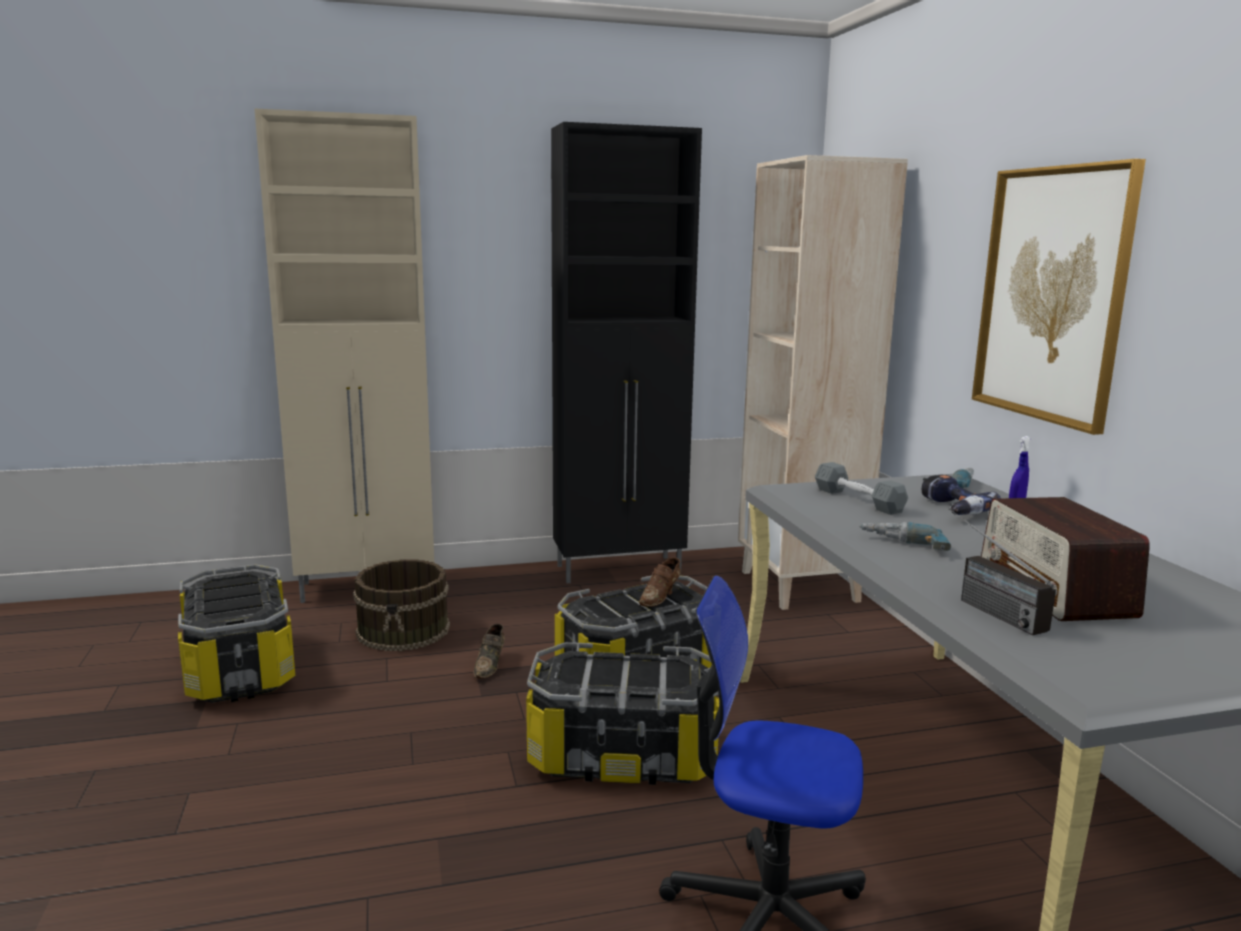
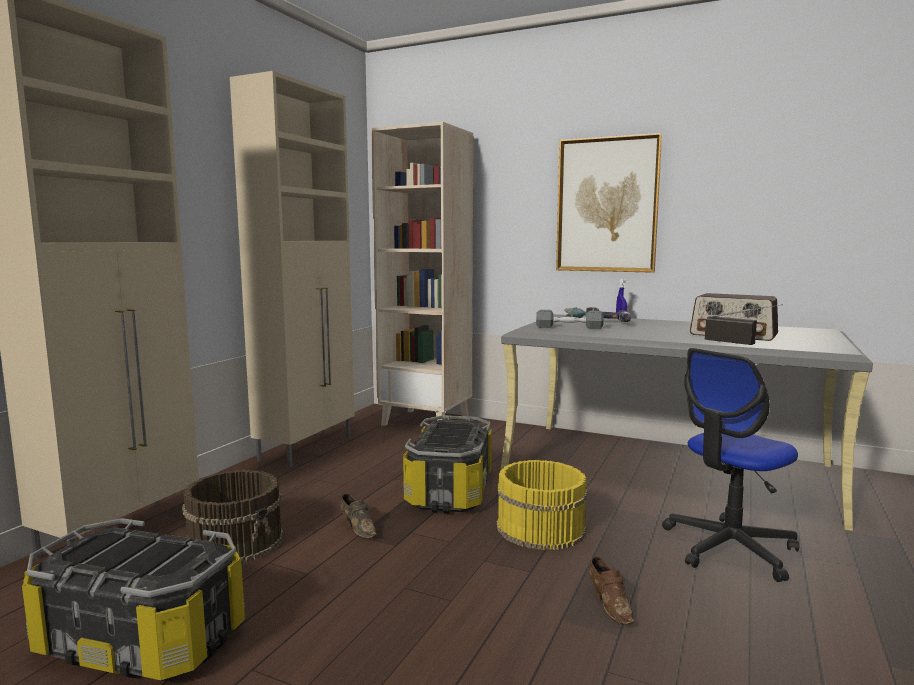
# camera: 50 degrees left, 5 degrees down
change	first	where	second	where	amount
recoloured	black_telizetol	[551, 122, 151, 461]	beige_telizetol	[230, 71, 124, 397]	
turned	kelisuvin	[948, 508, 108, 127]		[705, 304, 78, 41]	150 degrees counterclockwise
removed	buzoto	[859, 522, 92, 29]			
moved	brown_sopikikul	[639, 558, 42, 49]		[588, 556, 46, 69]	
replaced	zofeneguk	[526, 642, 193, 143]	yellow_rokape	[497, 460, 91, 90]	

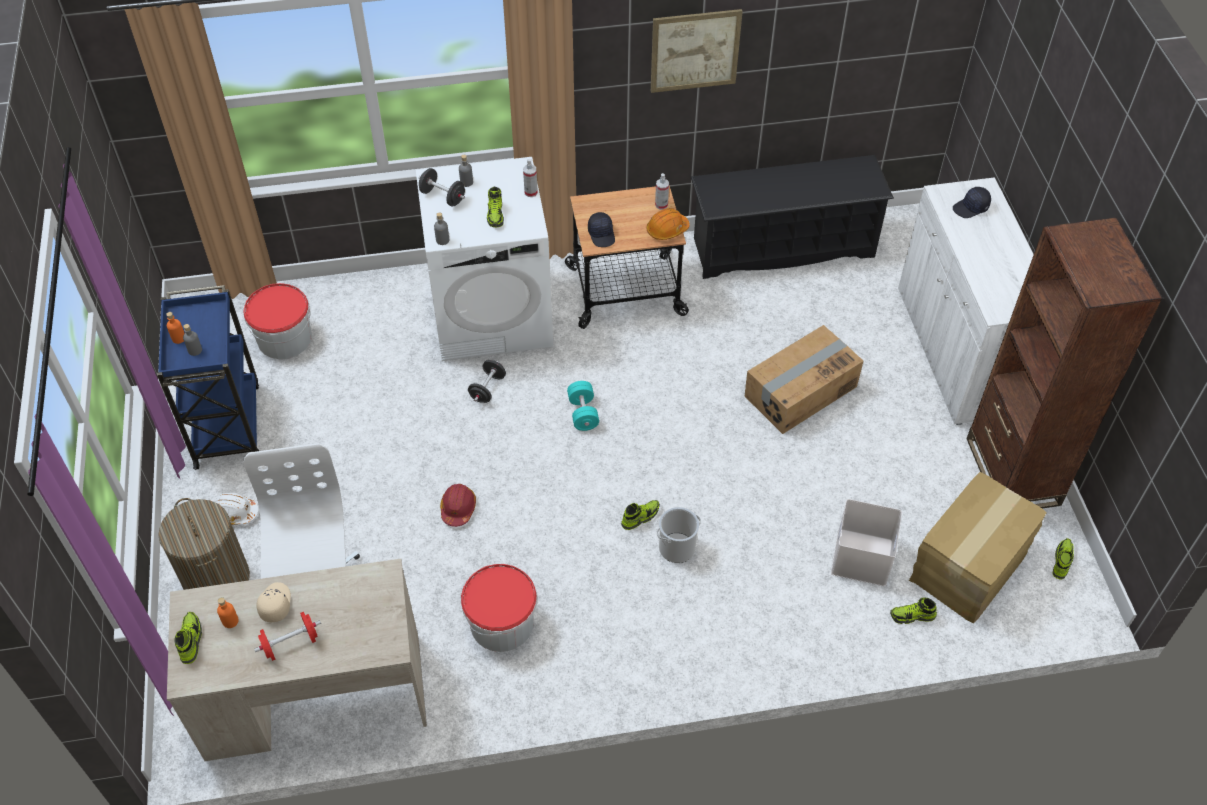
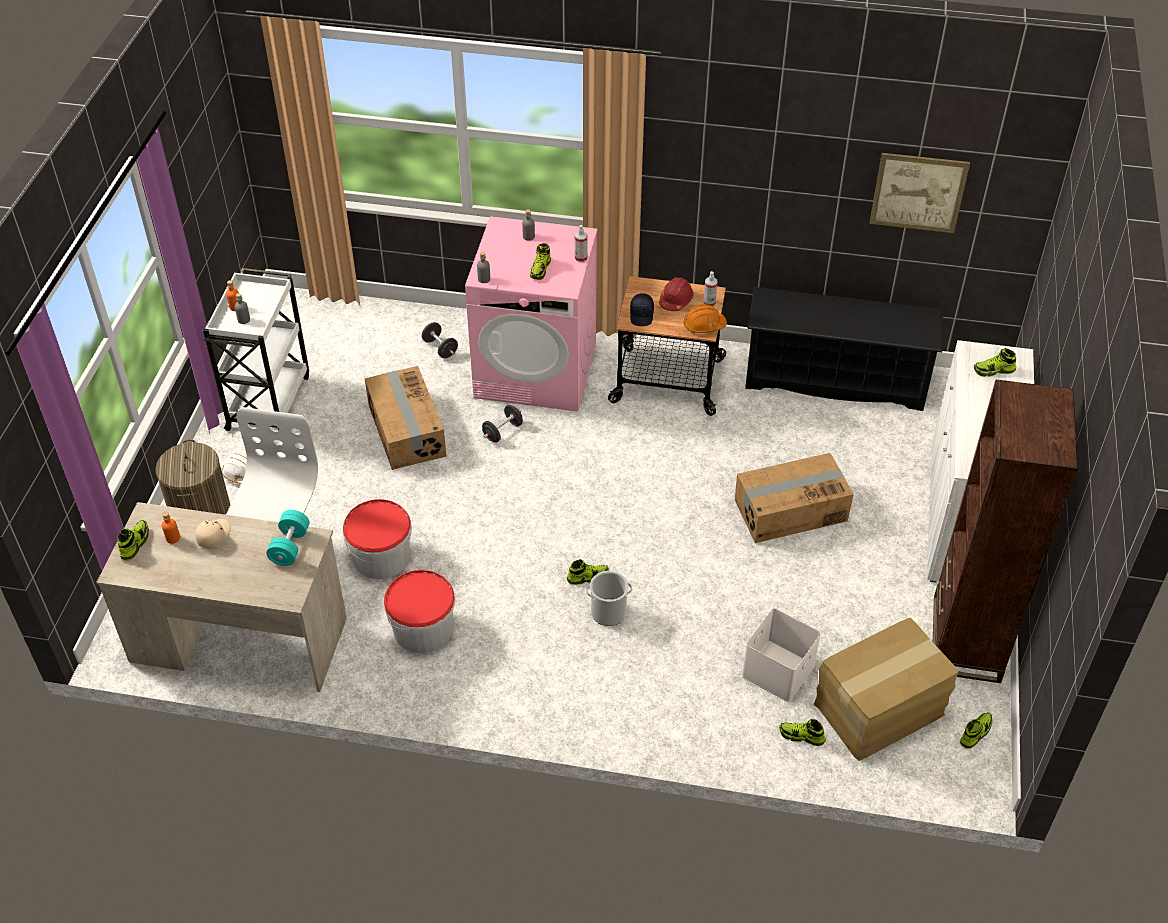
# camera: 20 degrees right, 5 degrees down
change	first	where	second	where	amount
moved	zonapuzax	[651, 9, 92, 84]		[870, 153, 100, 80]	
recoloured	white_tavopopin	[416, 157, 137, 204]	pink_tavopopin	[465, 216, 132, 196]	
moved	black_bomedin	[419, 168, 46, 39]		[422, 322, 36, 36]	
replaced	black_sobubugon	[953, 187, 38, 31]	sopikikul	[974, 348, 42, 29]	
moved	rokape	[243, 283, 69, 76]		[343, 499, 69, 80]	
recoloured	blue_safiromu	[157, 285, 102, 185]	white_safiromu	[203, 268, 106, 163]	
moved	turquoise_bomedin	[567, 381, 32, 50]		[266, 510, 44, 56]	
moved	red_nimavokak	[440, 484, 36, 43]		[659, 277, 35, 34]	
removed	red_bomedin	[254, 612, 67, 49]			
added			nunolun	[365, 366, 81, 104]	

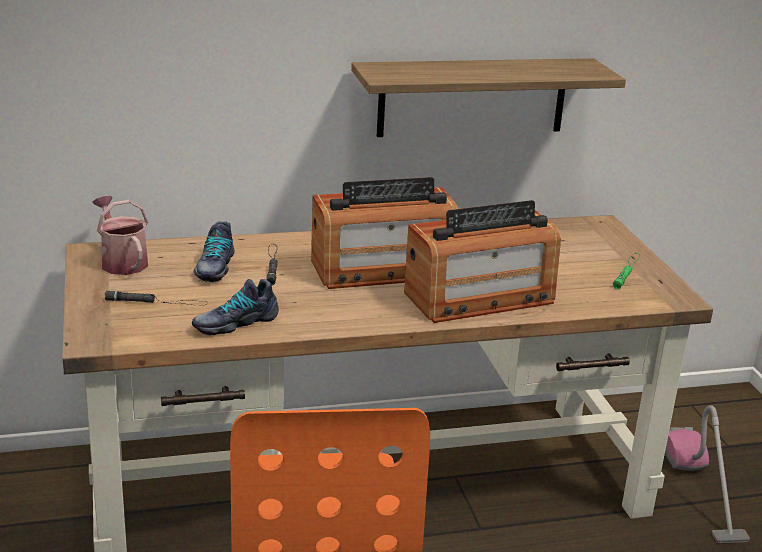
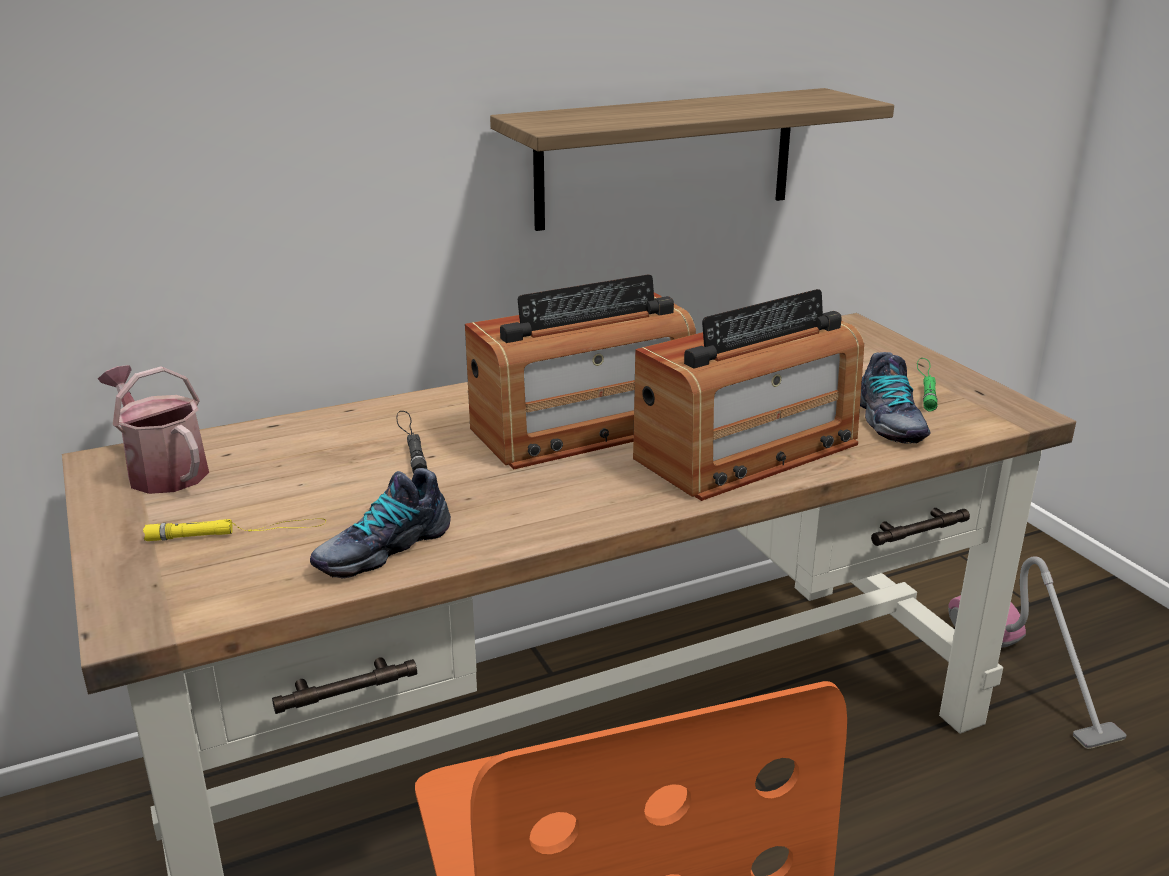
# camera: 10 degrees left, 0 degrees up
change	first	where	second	where	amount
moved	sopikikul	[193, 221, 42, 61]		[860, 352, 71, 92]	
recoloured	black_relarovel	[105, 291, 103, 15]	yellow_relarovel	[143, 518, 183, 23]	

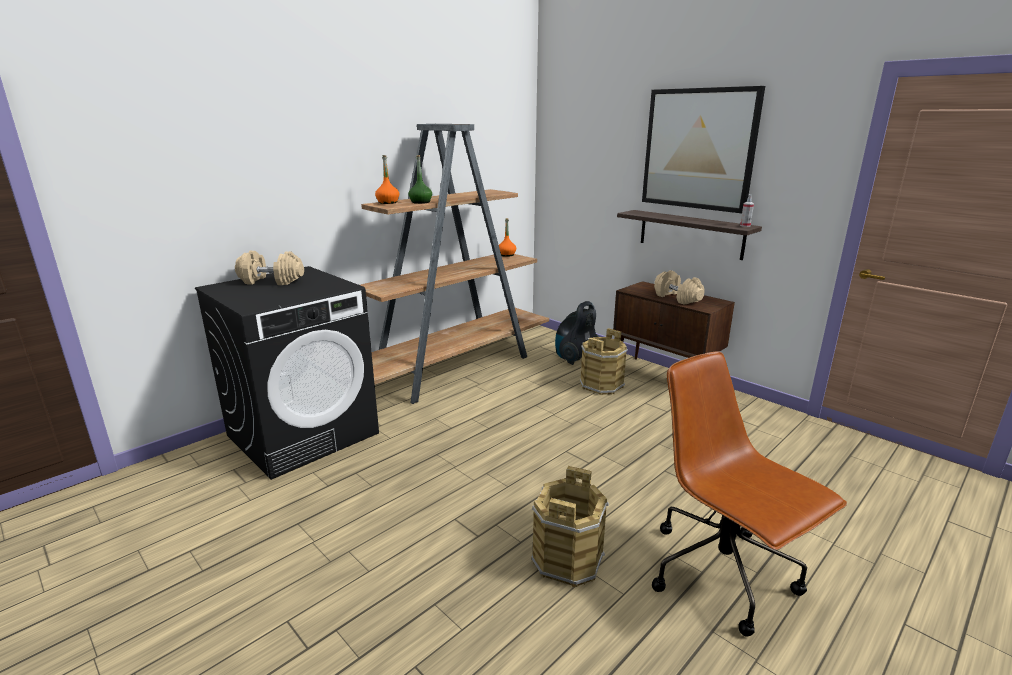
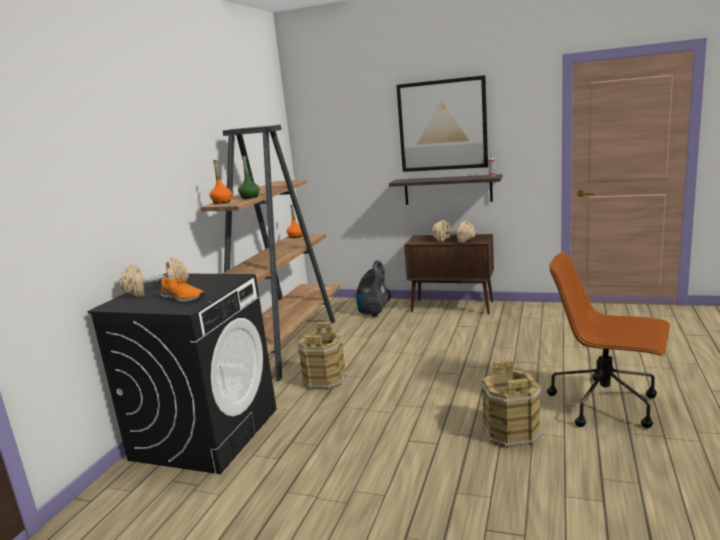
# camera: 25 degrees left, 5 degrees down
change	first	where	second	where	amount
moved	brown_rokape	[580, 328, 48, 67]		[297, 322, 49, 68]	
added			orange_sopikikul	[160, 277, 45, 26]	

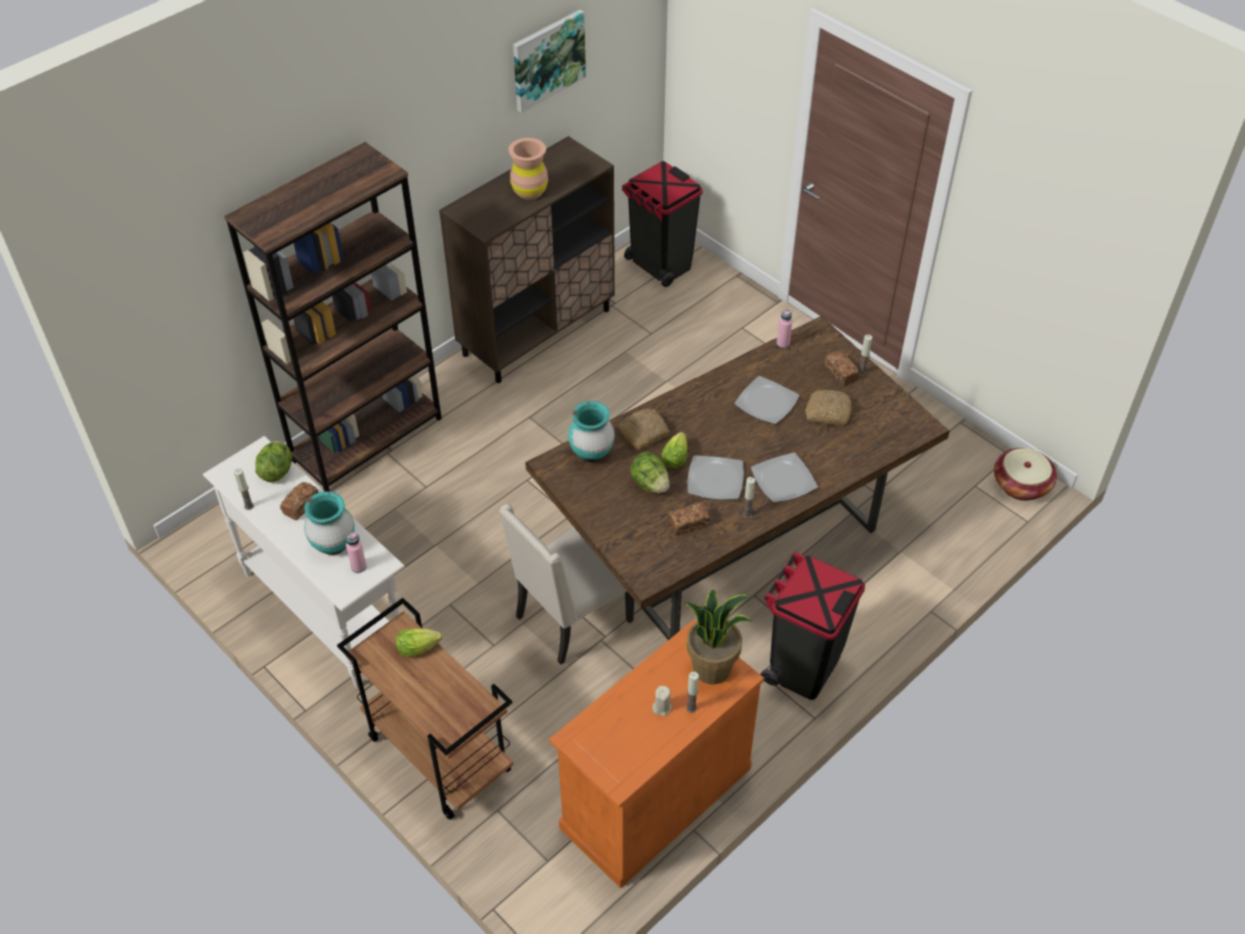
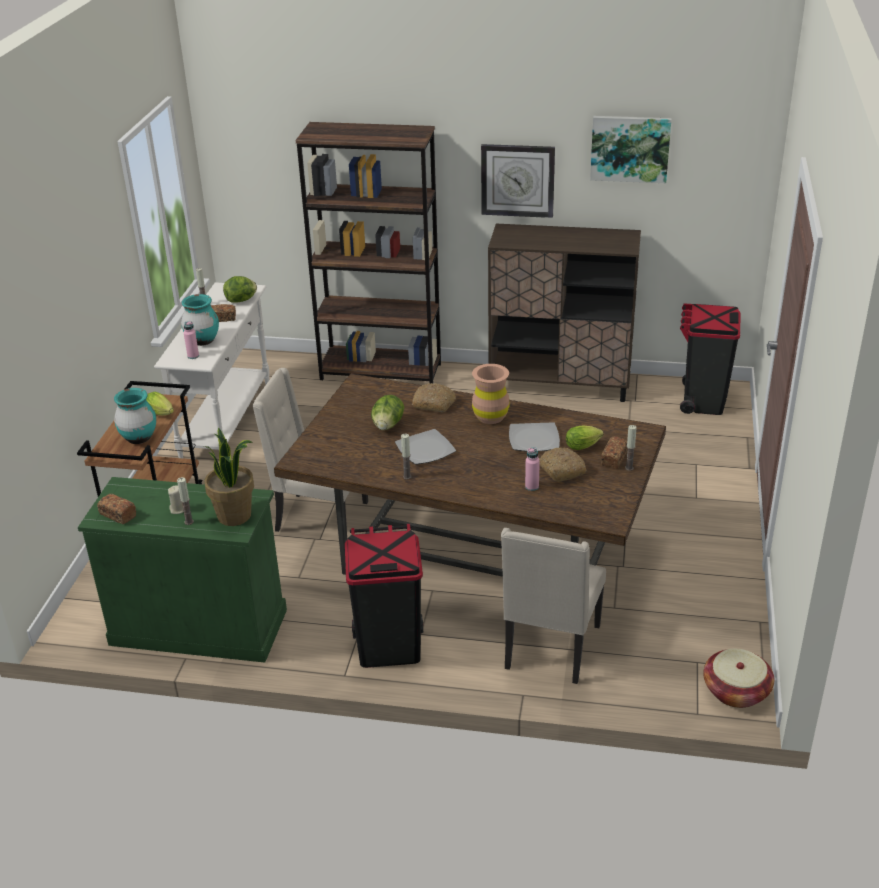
# camera: 55 degrees right, 15 degrees down
change	first	where	second	where	amount
moved	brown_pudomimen	[508, 138, 40, 62]		[472, 364, 38, 60]	
moved	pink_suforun	[777, 309, 16, 39]		[525, 447, 15, 44]	
moved	turquoise_pudomimen	[568, 401, 47, 61]		[114, 388, 42, 56]	
moved	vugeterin	[661, 432, 27, 36]		[566, 426, 38, 24]	
removed	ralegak	[751, 453, 67, 50]			
moved	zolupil	[669, 503, 41, 32]		[97, 494, 39, 30]	
recoloured	orange_telizetol	[549, 620, 215, 268]	green_telizetol	[78, 477, 209, 186]	
added			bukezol	[481, 144, 74, 74]	
added			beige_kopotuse	[501, 528, 105, 156]	

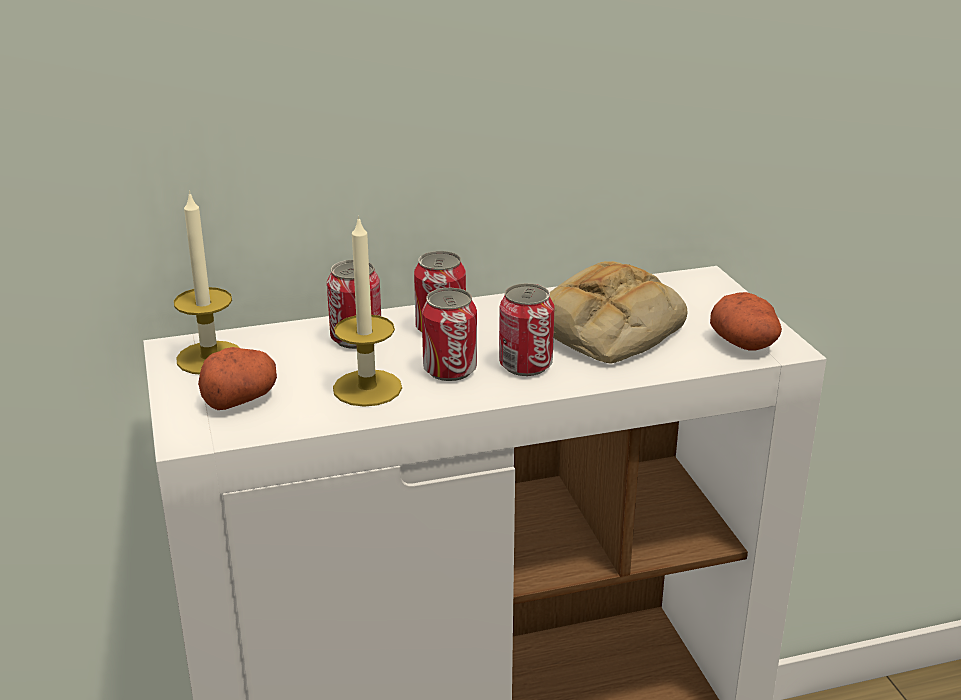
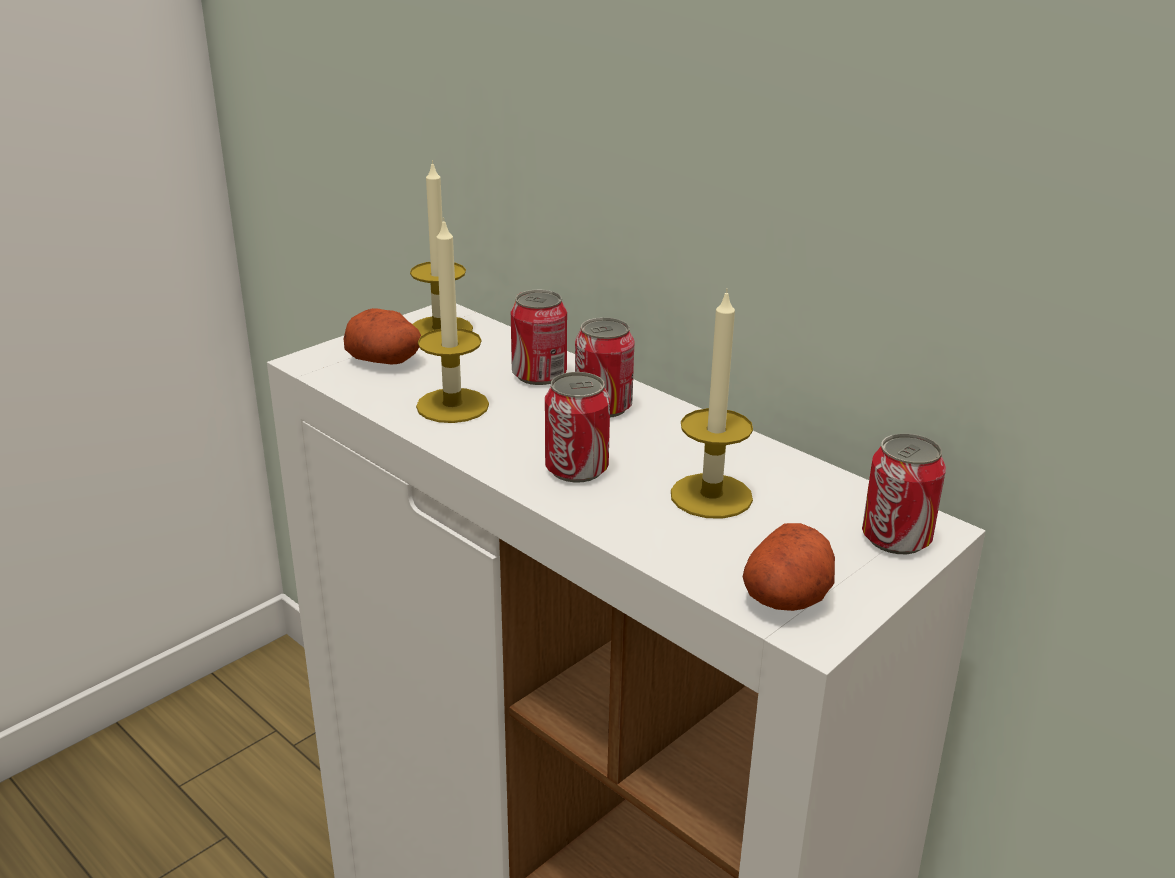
# camera: 60 degrees right, 0 degrees up
change	first	where	second	where	amount
replaced	zolupil	[550, 261, 137, 103]	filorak	[671, 288, 82, 231]	
moved	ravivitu	[422, 288, 55, 93]		[862, 433, 84, 121]	

